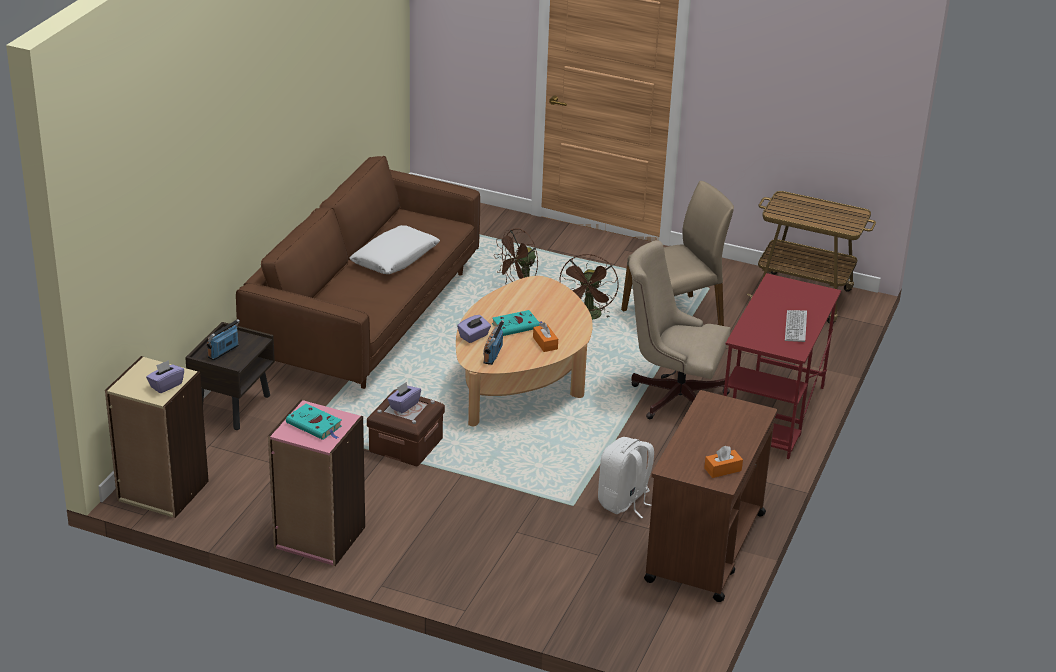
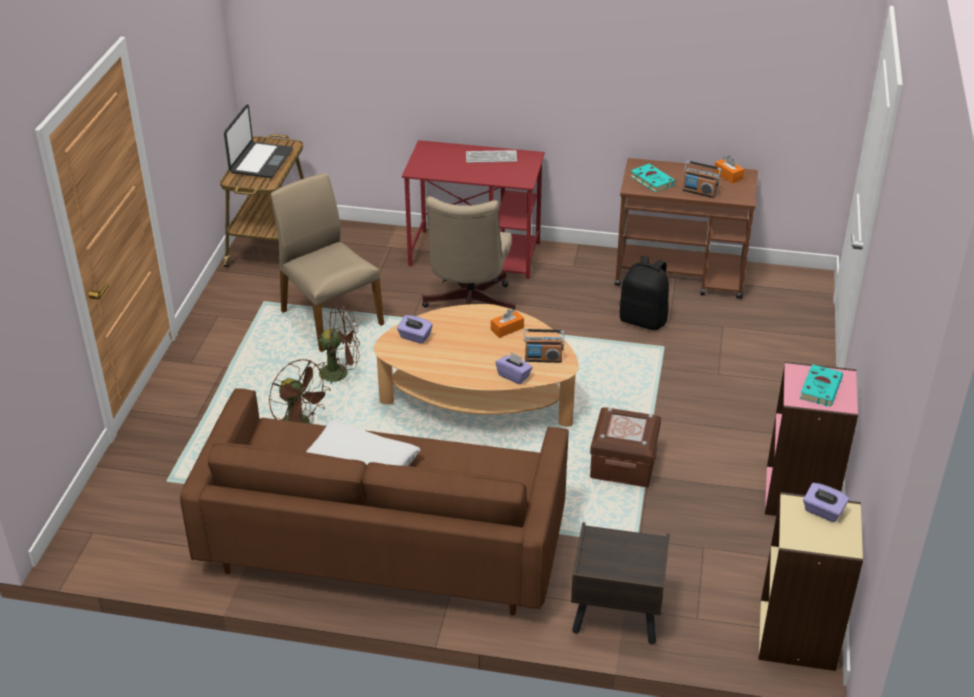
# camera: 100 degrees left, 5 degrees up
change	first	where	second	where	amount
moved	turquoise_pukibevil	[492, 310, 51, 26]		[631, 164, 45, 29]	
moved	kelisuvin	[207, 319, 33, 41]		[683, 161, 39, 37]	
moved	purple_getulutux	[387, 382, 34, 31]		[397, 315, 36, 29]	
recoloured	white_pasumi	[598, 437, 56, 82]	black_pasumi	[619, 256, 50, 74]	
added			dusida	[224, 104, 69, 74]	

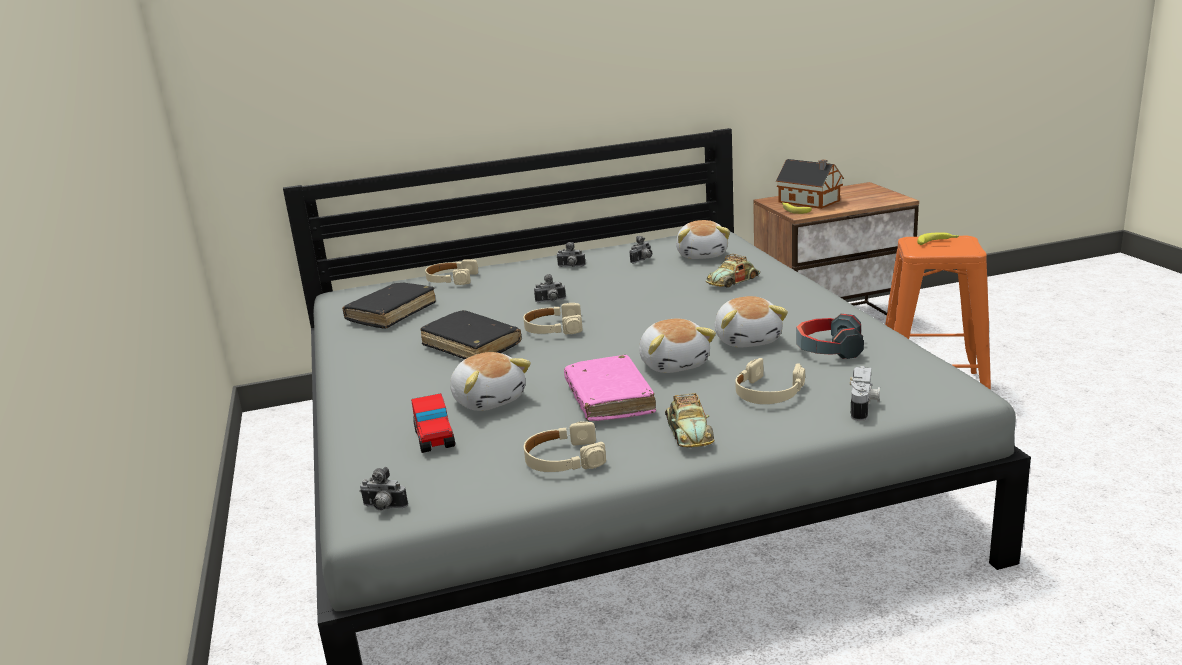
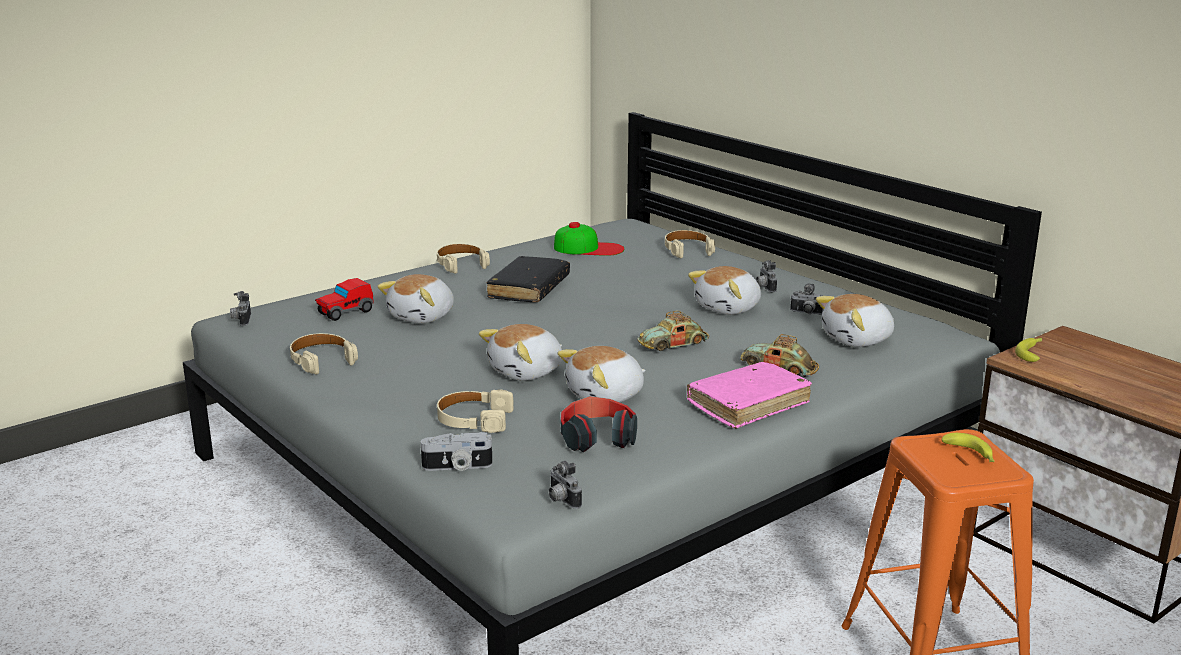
# camera: 65 degrees right, 0 degrees up
change	first	where	second	where	amount
removed	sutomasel	[776, 159, 68, 50]			
moved	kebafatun	[534, 274, 32, 29]		[549, 461, 33, 48]	
replaced	black_pukibevil	[342, 283, 94, 46]	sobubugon	[554, 222, 70, 34]	
moved	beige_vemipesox	[523, 303, 60, 31]		[437, 244, 53, 30]	
moved	pink_pukibevil	[564, 355, 92, 66]		[687, 362, 125, 67]	
moved	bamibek	[665, 393, 49, 55]		[637, 311, 72, 40]	
added			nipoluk	[688, 266, 73, 49]	

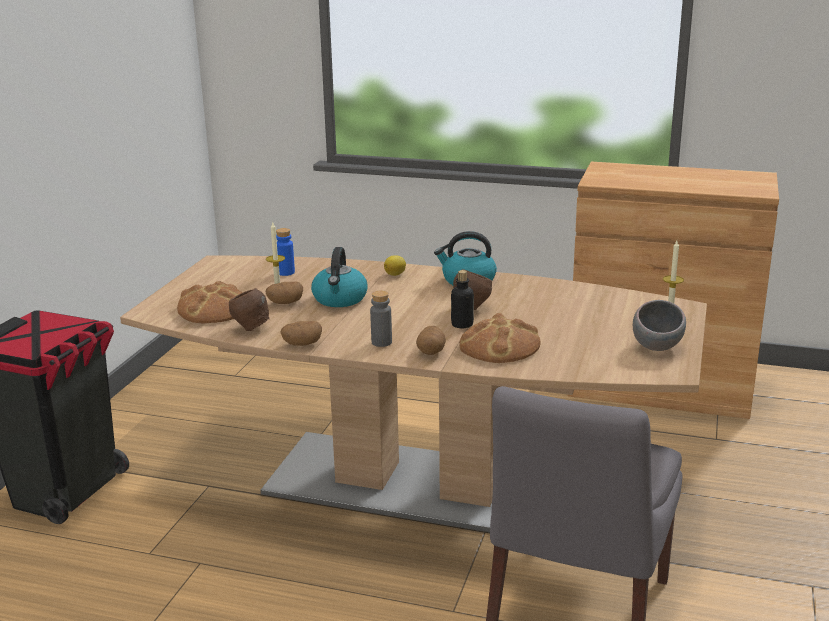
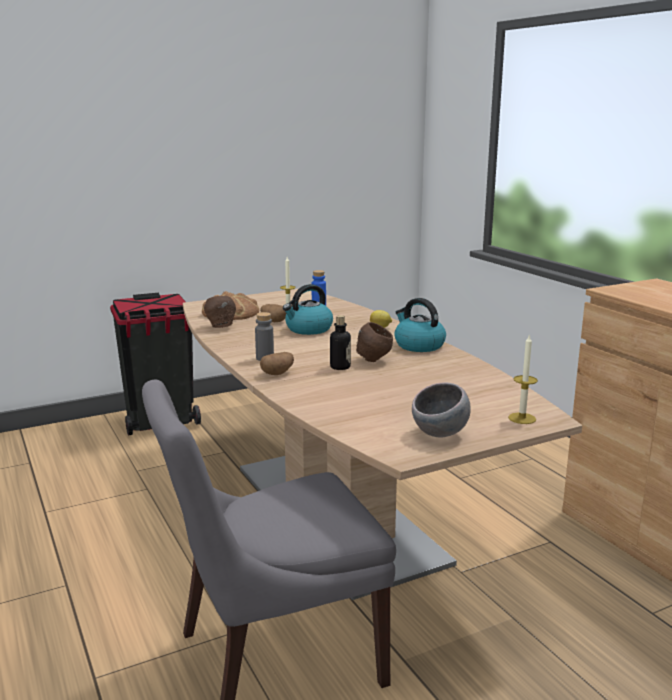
# camera: 45 degrees right, 5 degrees down
change	first	where	second	where	amount
removed	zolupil	[459, 313, 82, 50]			
removed	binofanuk	[280, 321, 42, 25]			

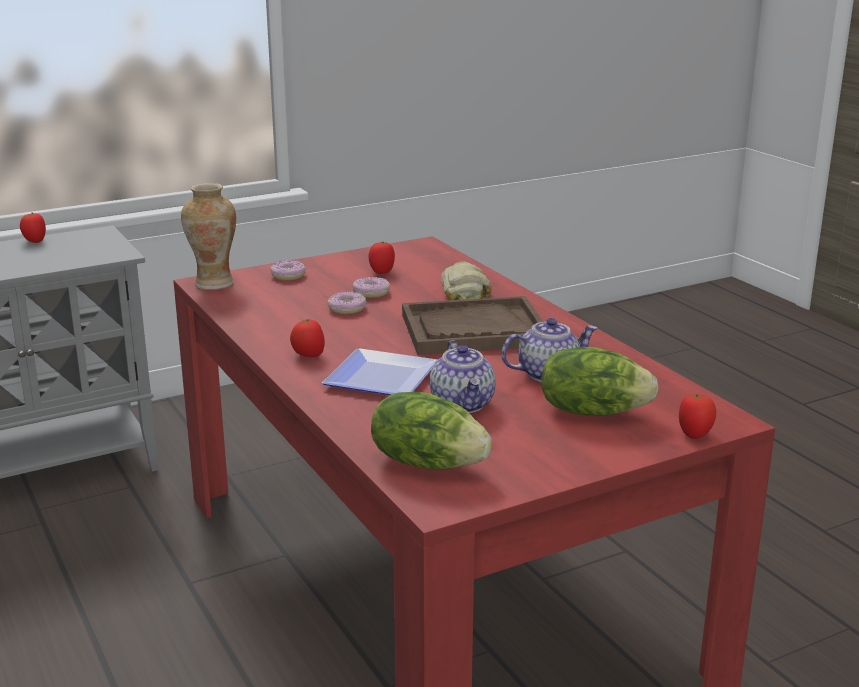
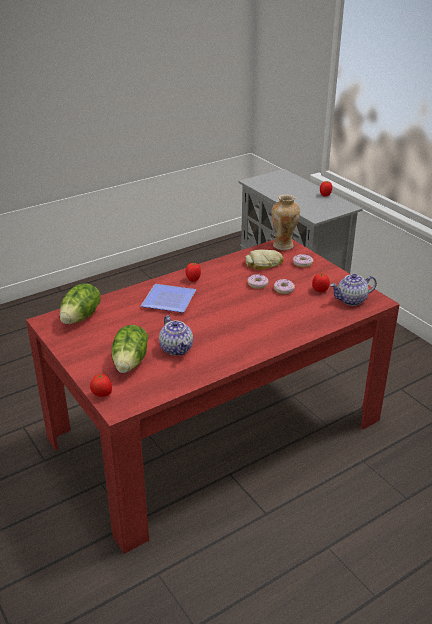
# camera: 85 degrees right, 10 degrees up
change	first	where	second	where	amount
moved	zolupil	[441, 261, 51, 39]		[246, 249, 38, 21]	
removed	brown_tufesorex	[402, 296, 141, 59]			
moved	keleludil	[430, 340, 65, 73]		[330, 274, 47, 32]	

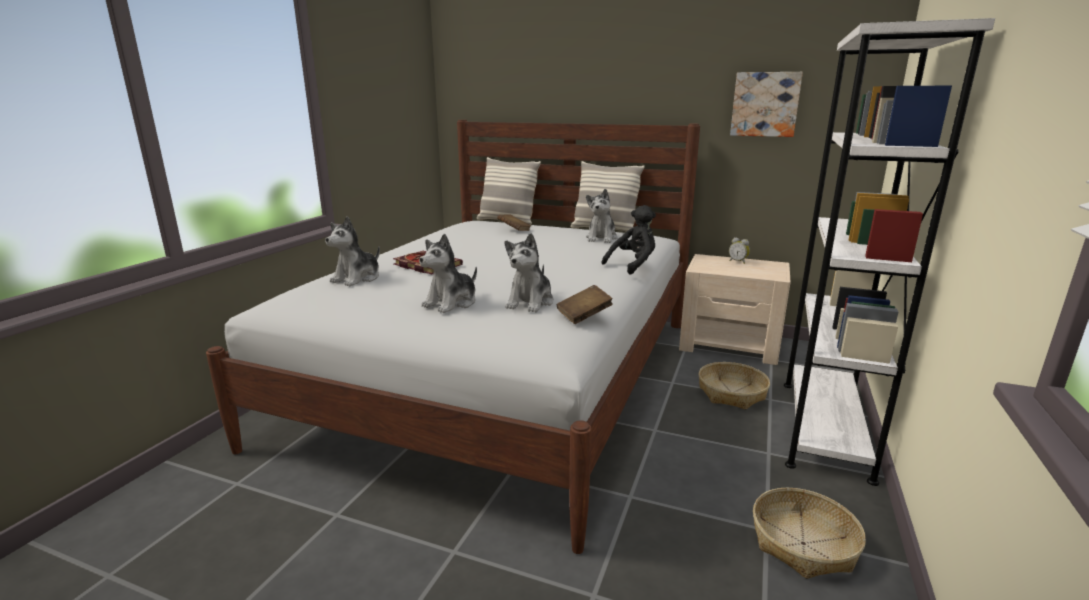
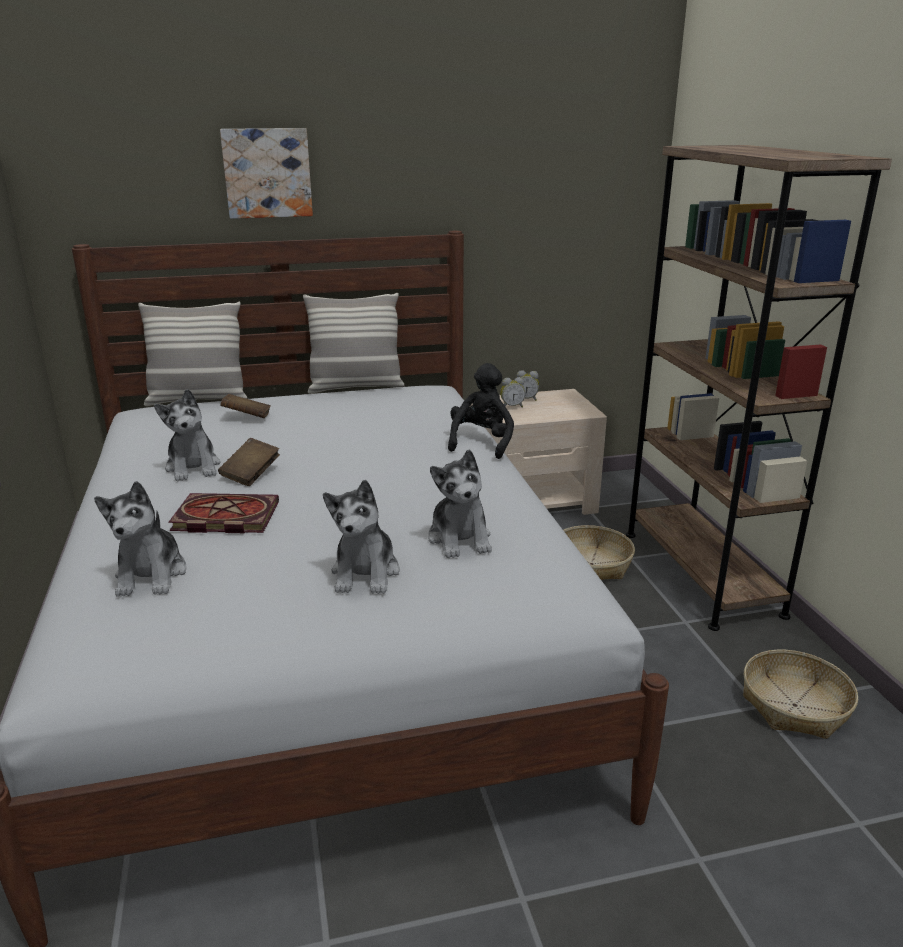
# camera: 35 degrees left, 5 degrees up
change	first	where	second	where	amount
recoloured	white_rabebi	[784, 18, 211, 468]	brown_rabebi	[626, 145, 266, 486]	
moved	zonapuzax	[730, 72, 73, 65]		[220, 128, 93, 91]	
moved	nipoluk	[586, 189, 32, 54]		[154, 389, 66, 92]	
moved	brown_pukibevil	[557, 285, 56, 39]		[218, 438, 62, 48]	
added			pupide	[500, 377, 26, 31]	

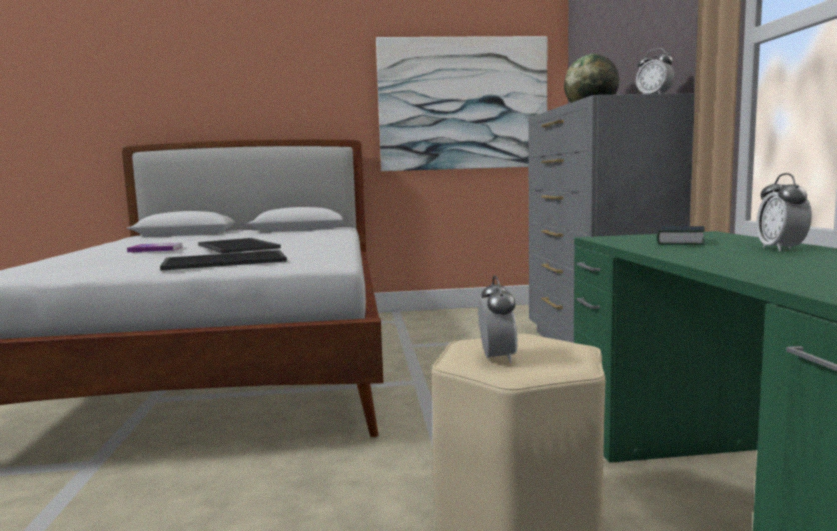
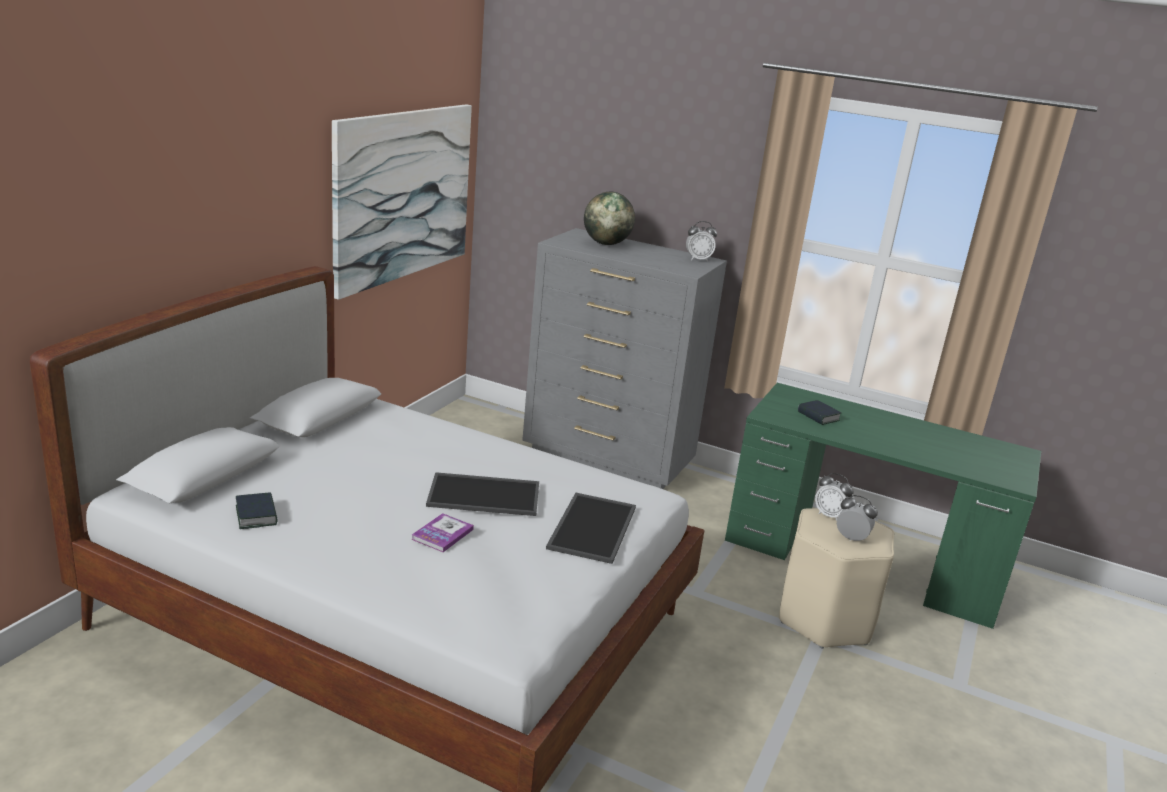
# camera: 60 degrees left, 15 degrees up
change	first	where	second	where	amount
moved	pupide	[756, 173, 56, 79]		[815, 473, 39, 48]	
added			pukibevil	[236, 492, 41, 37]	

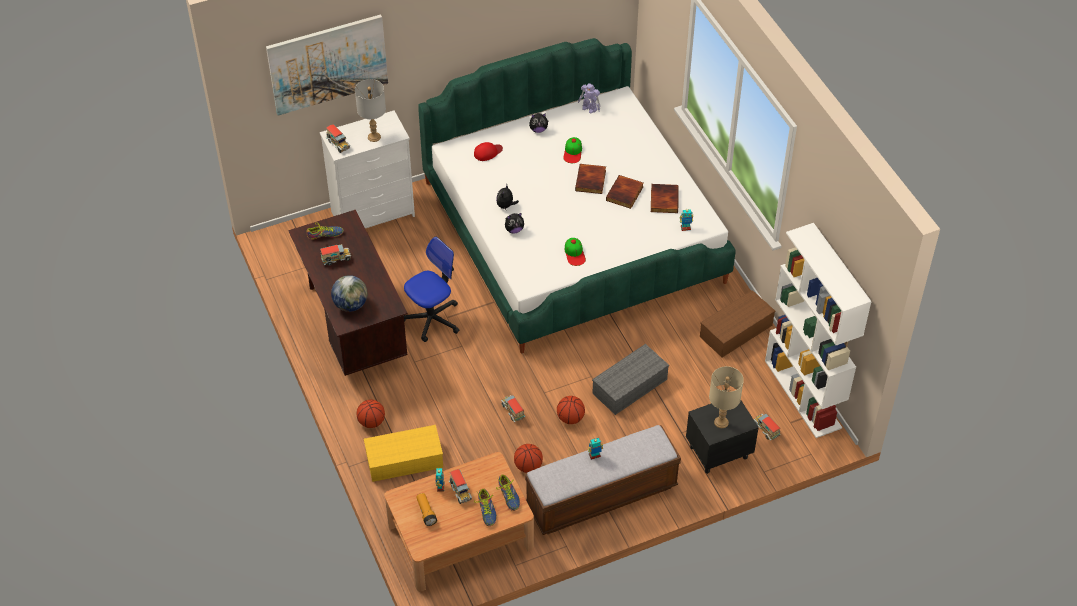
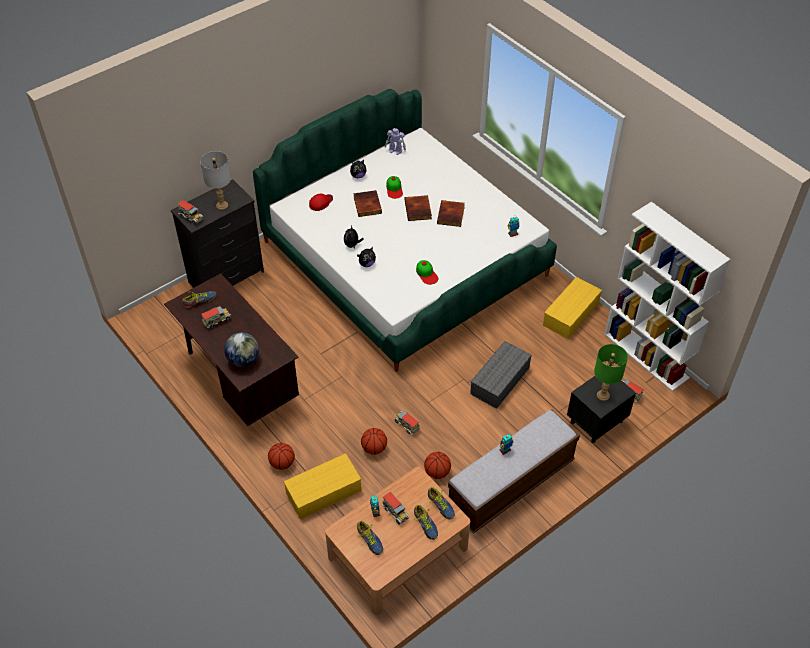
# camera: 15 degrees left, 0 degrees up
change	first	where	second	where	amount
removed	zonapuzax	[266, 15, 122, 101]			
recoloured	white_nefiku	[320, 110, 95, 118]	black_nefiku	[171, 179, 93, 109]	
moved	pukibevil	[651, 184, 28, 29]		[353, 190, 29, 27]	
removed	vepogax	[404, 237, 55, 105]			
recoloured	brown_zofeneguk	[700, 290, 75, 67]	yellow_zofeneguk	[543, 277, 59, 62]	
recoloured	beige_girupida	[709, 366, 35, 62]	green_girupida	[594, 344, 34, 57]	
moved	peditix	[557, 396, 28, 28]		[361, 428, 26, 27]	
replaced	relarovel	[416, 493, 21, 33]	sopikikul	[357, 521, 26, 34]	

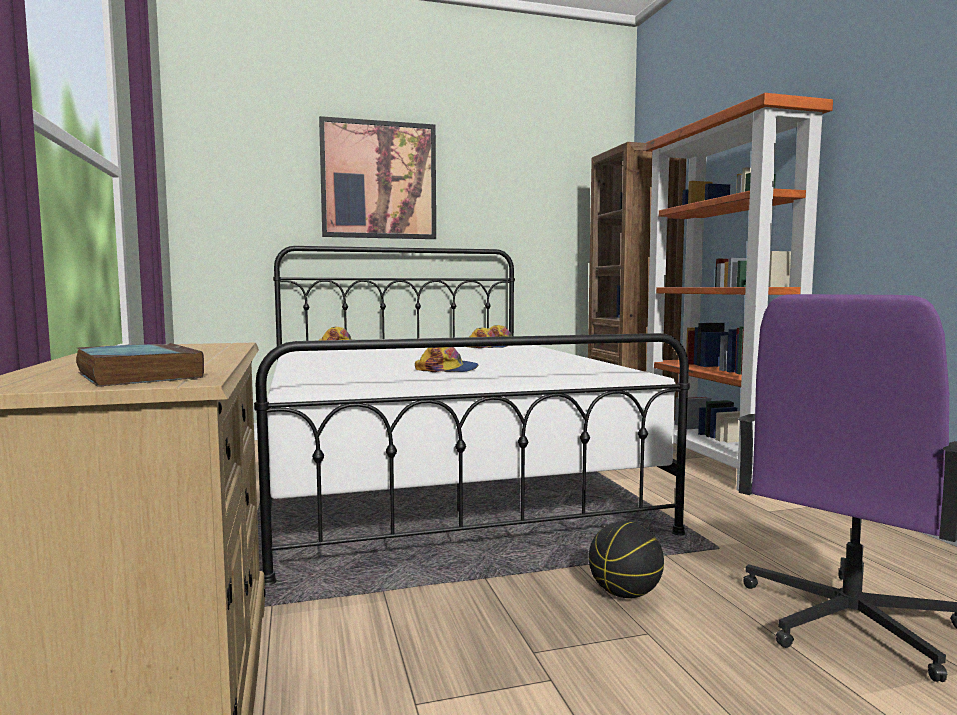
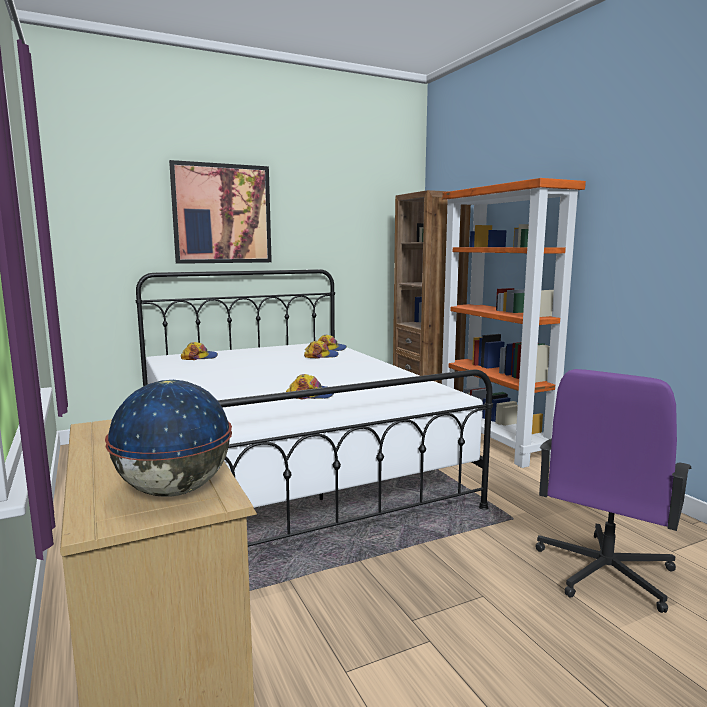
# camera: 10 degrees left, 5 degrees up
change	first	where	second	where	amount
replaced	pukibevil	[76, 343, 128, 44]	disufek	[105, 380, 127, 117]	
removed	peditix	[589, 521, 75, 77]			

